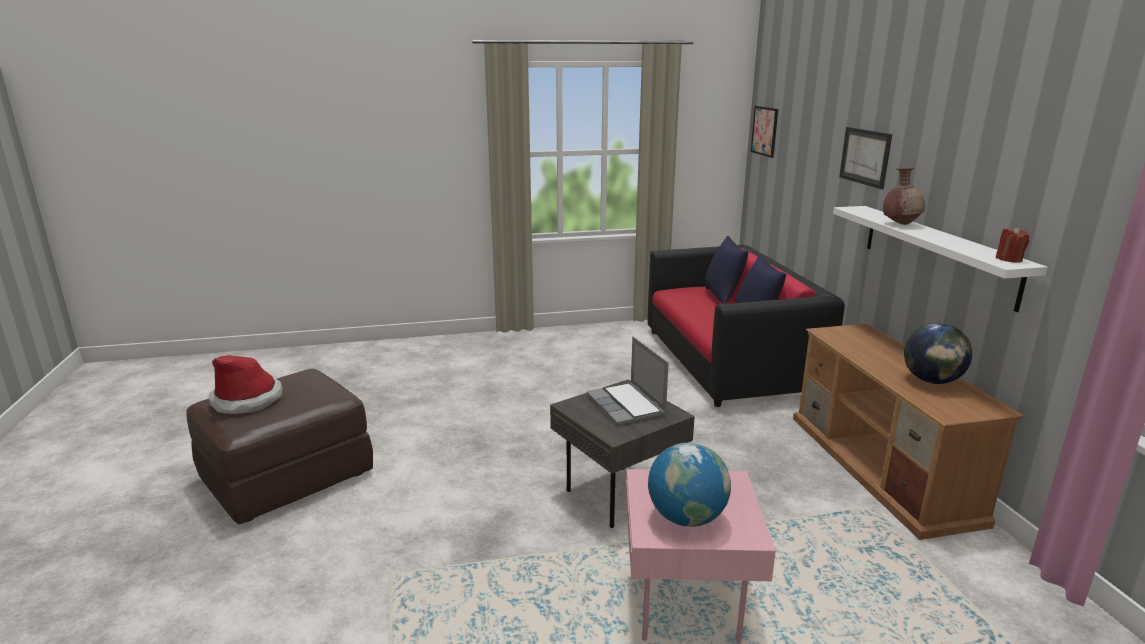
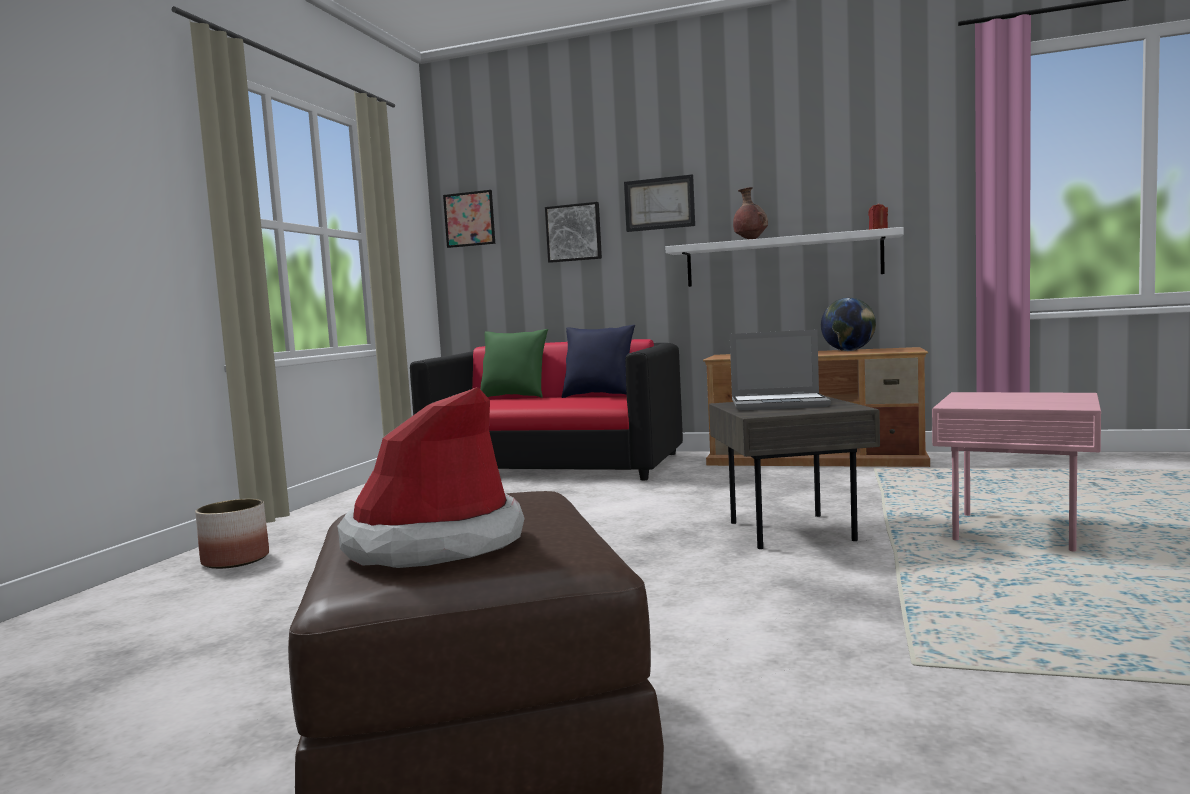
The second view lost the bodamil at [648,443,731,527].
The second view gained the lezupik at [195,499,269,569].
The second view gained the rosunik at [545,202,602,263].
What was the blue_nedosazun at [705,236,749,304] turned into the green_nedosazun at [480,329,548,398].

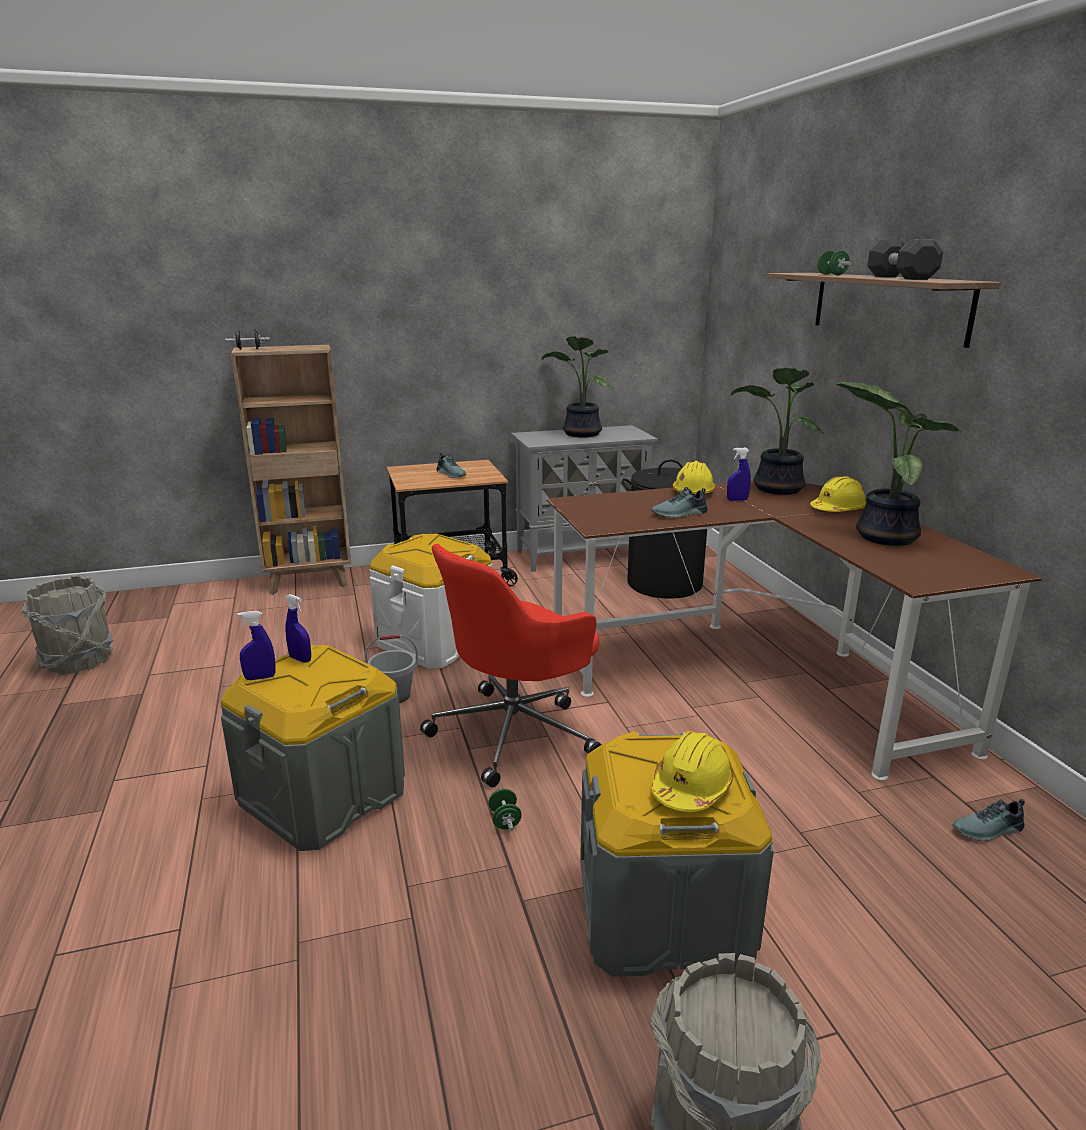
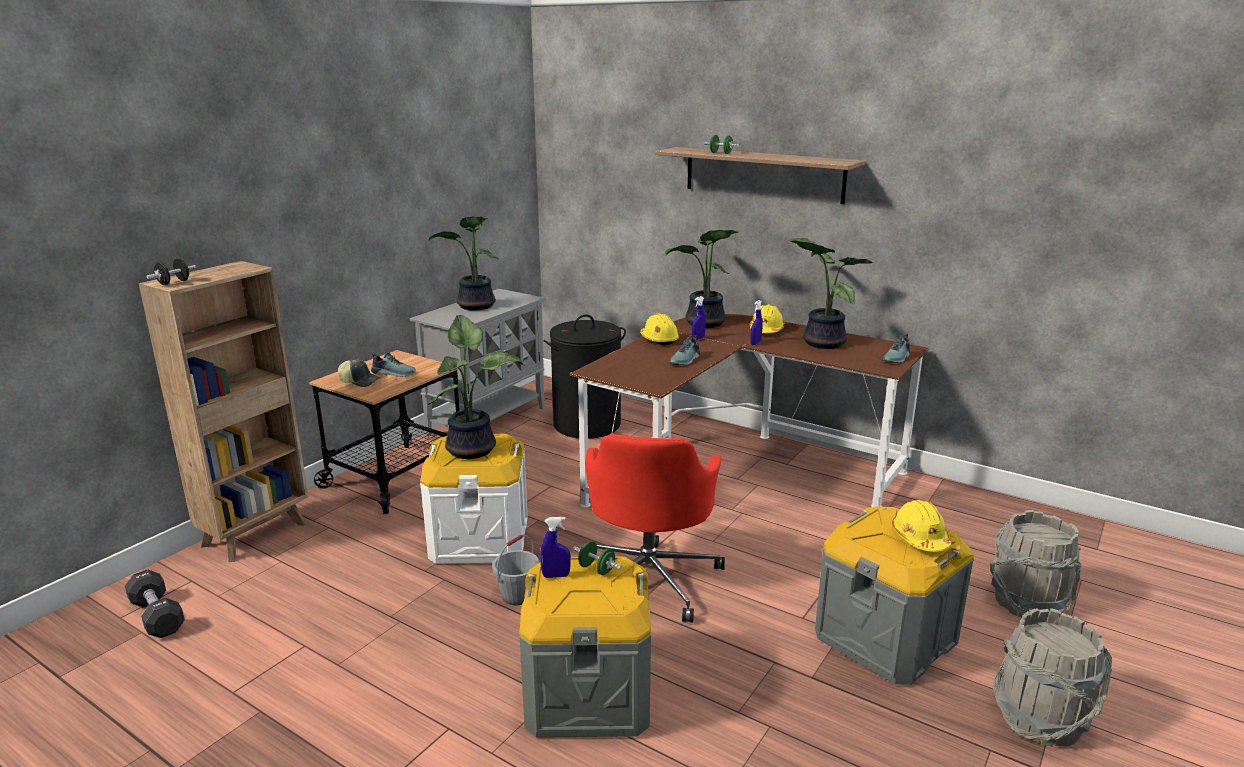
The second view gained the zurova at [338,360,381,387].
The second view gained the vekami at [428,315,523,459].
The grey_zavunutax ended up elsewhere, having gone from [21,575,114,675] to [990,510,1081,617].
The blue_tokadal ended up elsewhere, having gone from [237,611,276,680] to [750,300,763,345].
The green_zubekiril ended up elsewhere, having gone from [488,788,522,831] to [573,541,622,575].
The black_zubekiril ended up elsewhere, having gone from [867,239,943,280] to [125,570,185,638].
The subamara ended up elsewhere, having gone from [953,799,1025,841] to [882,334,910,363].

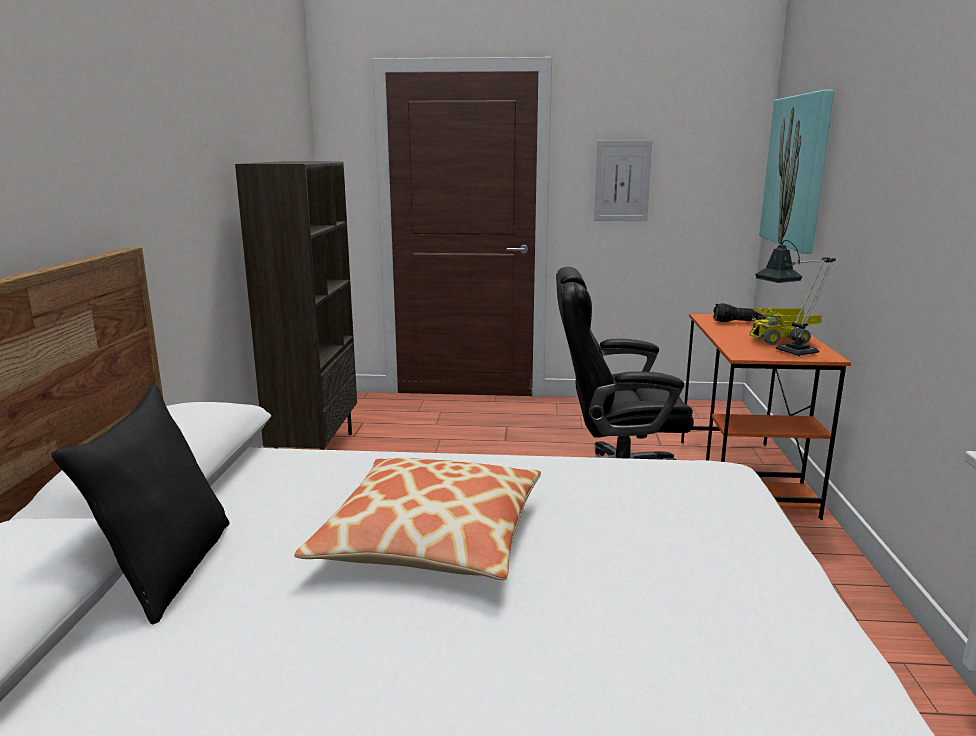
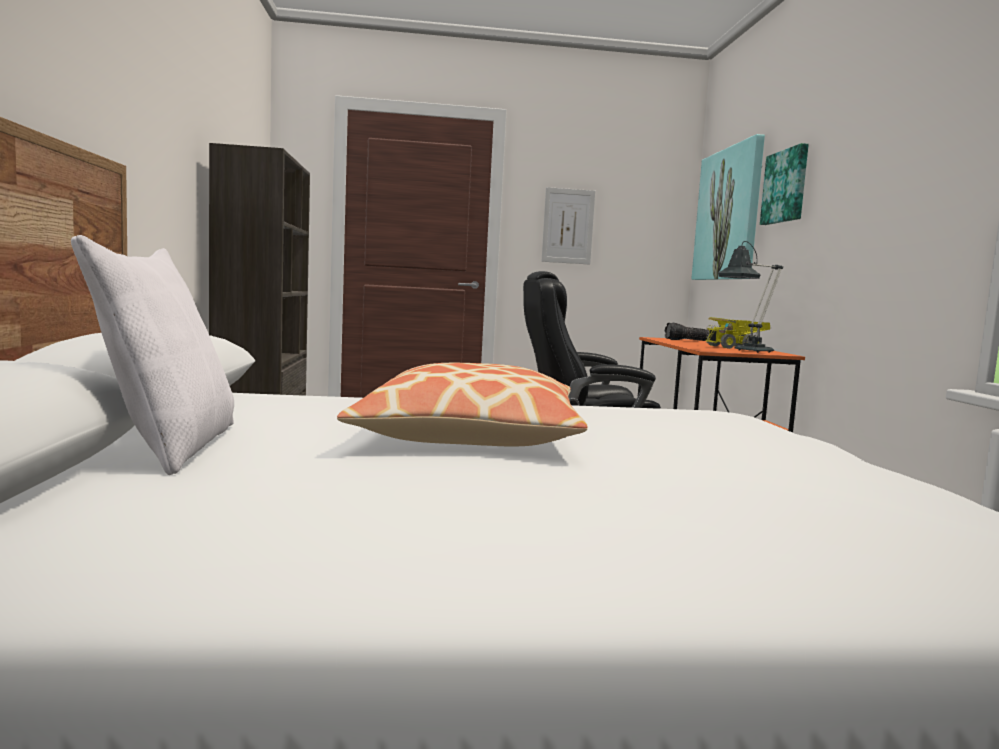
The second view gained the rosunik at [760,143,809,225].
What was the black_nedosazun at [51,385,230,624] turned into the white_nedosazun at [71,235,234,475].

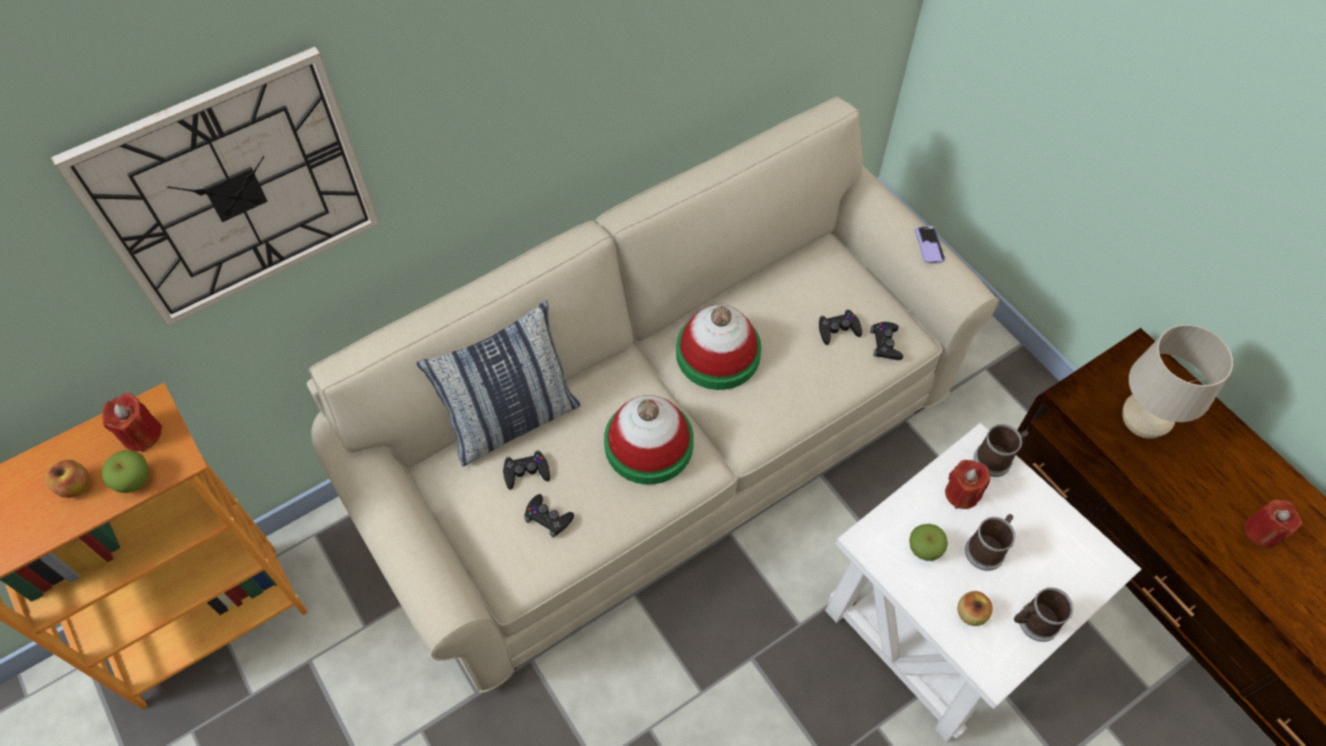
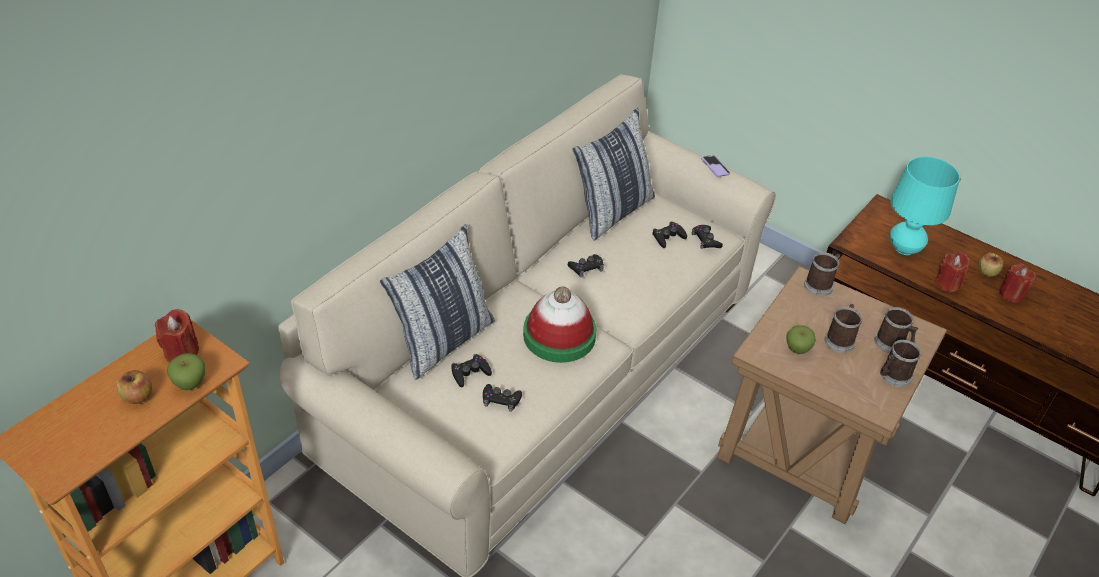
The second view lost the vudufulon at [51,47,379,326].
The second view gained the nedosazun at [573,108,655,241].
The second view gained the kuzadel at [874,307,918,353].
The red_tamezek ended up elsewhere, having gone from [945,460,990,509] to [935,253,970,293].
The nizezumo ended up elsewhere, having gone from [957,591,993,626] to [978,253,1003,277].
Where the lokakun stood at [676,305,762,390], the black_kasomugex came to stand at [568,254,604,278].
What was the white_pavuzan at [825,423,1141,743] turned into the brown_pavuzan at [717,266,947,524].
What was the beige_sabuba at [1122,324,1233,439] turned into the turquoise_sabuba at [890,157,960,255].

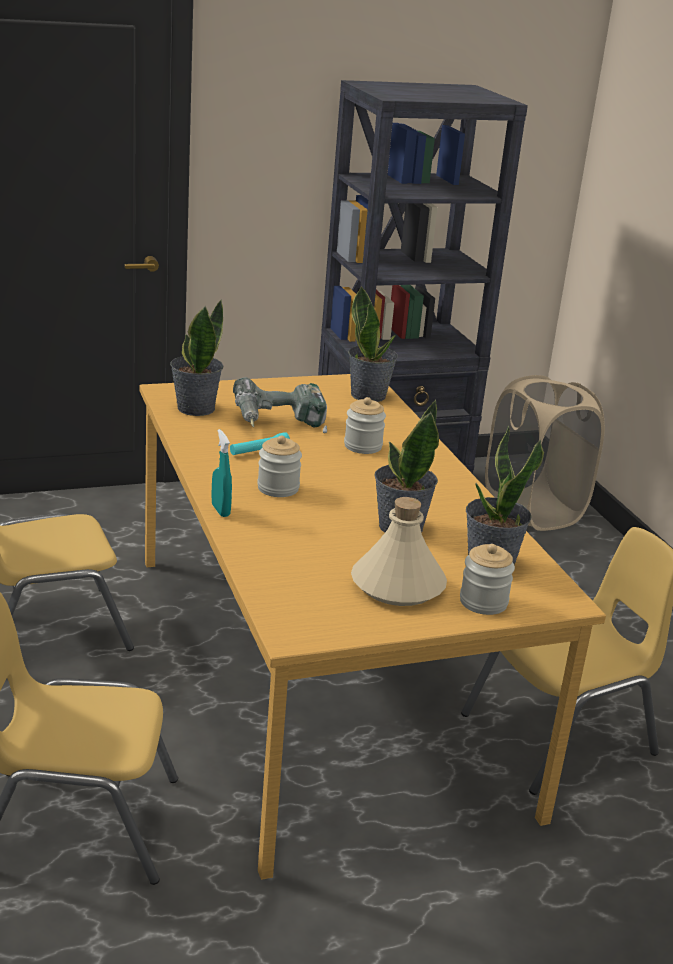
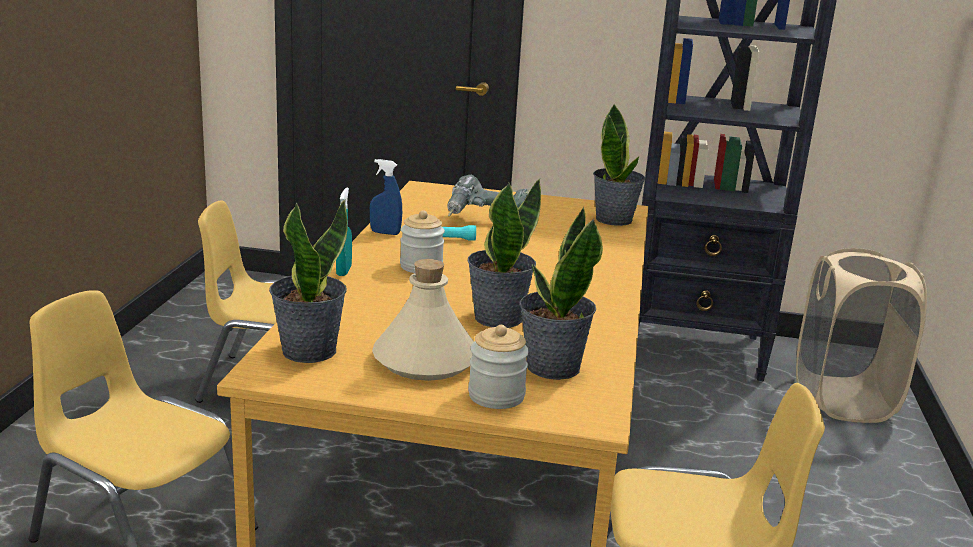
The second view lost the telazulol at [344,397,386,454].
The second view gained the blue_tokadal at [370,159,402,235].
The vekami ended up elsewhere, having gone from [170,299,223,416] to [269,199,348,363].

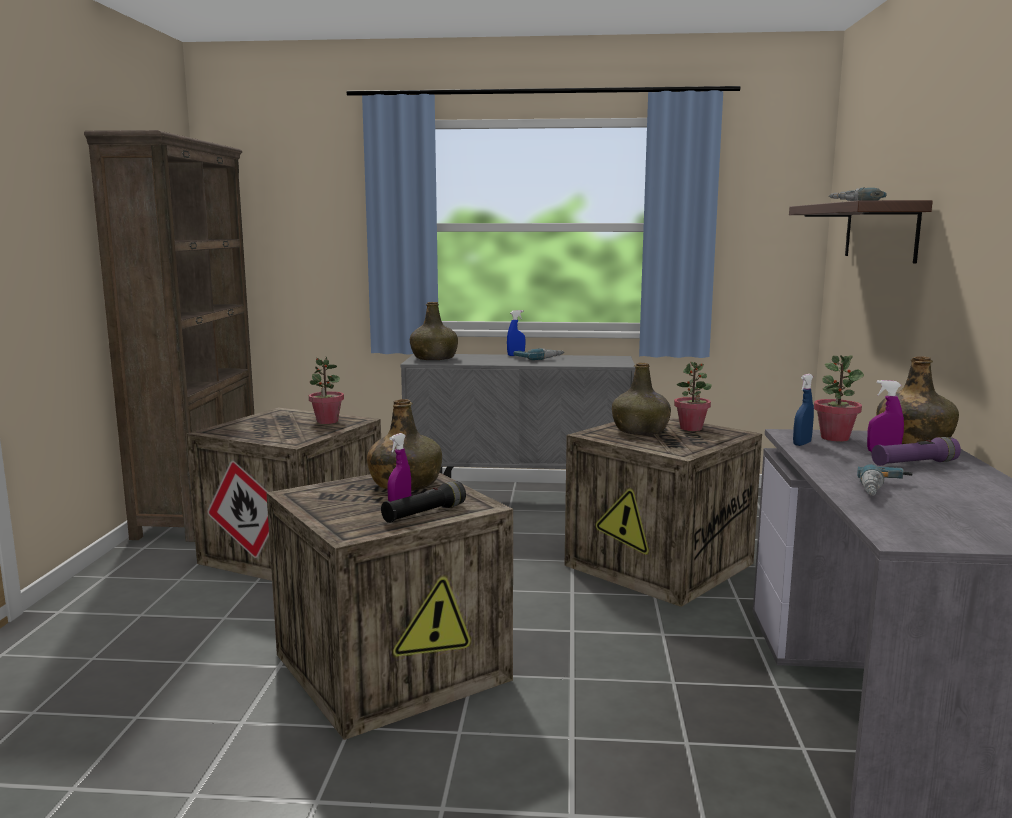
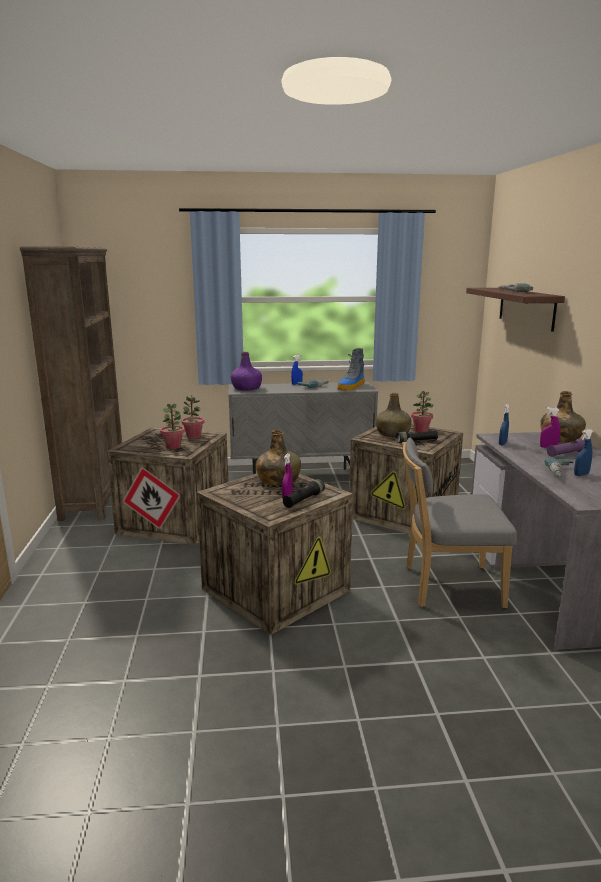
The second view gained the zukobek at [337,348,364,391].
The second view gained the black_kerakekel at [396,430,438,443].
The second view gained the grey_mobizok at [402,438,517,608].
The second view gained the blue_tokadal at [574,429,593,476].
The vekami ended up elsewhere, having gone from [814,355,864,442] to [160,404,185,449].
What was the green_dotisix at [410,302,458,360] turned into the purple_dotisix at [230,352,262,391].

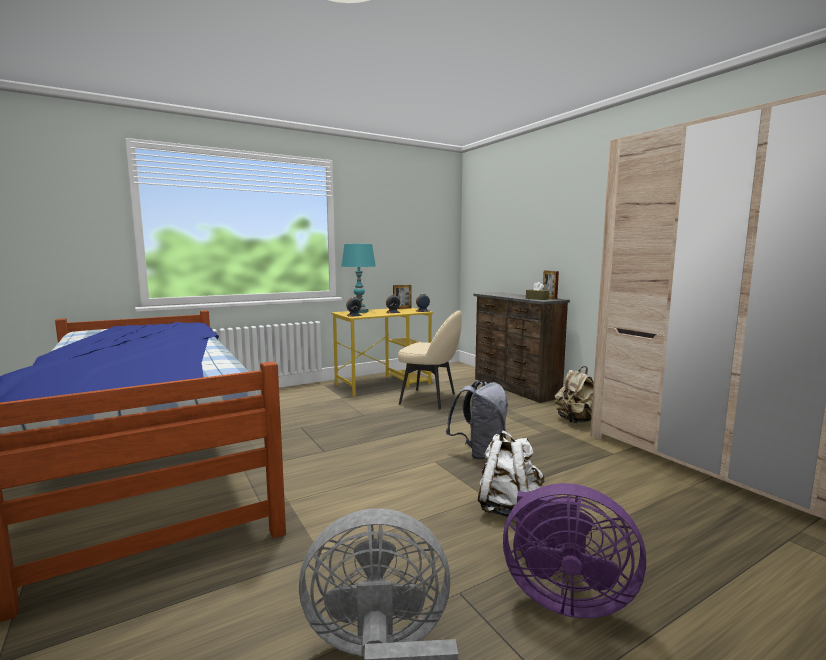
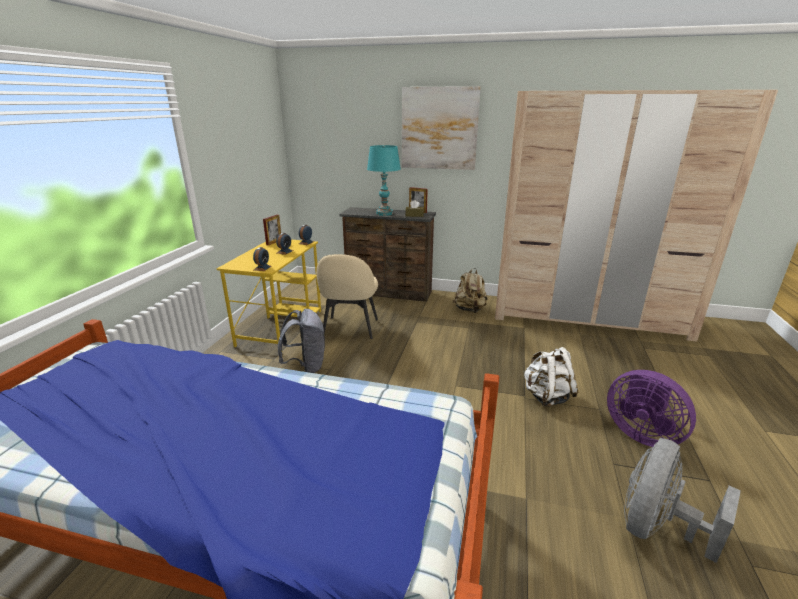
The second view gained the rosunik at [402,86,481,170].
The turquoise_sabuba ended up elsewhere, having gone from [341,243,376,313] to [367,145,401,216].
The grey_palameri ended up elsewhere, having gone from [446,380,508,460] to [278,309,325,373].
The beige_mobizok at [398,310,462,410] ended up facing another way, 120 degrees clockwise from before.
The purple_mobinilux at [503,483,646,618] ended up facing another way, 75 degrees clockwise from before.

